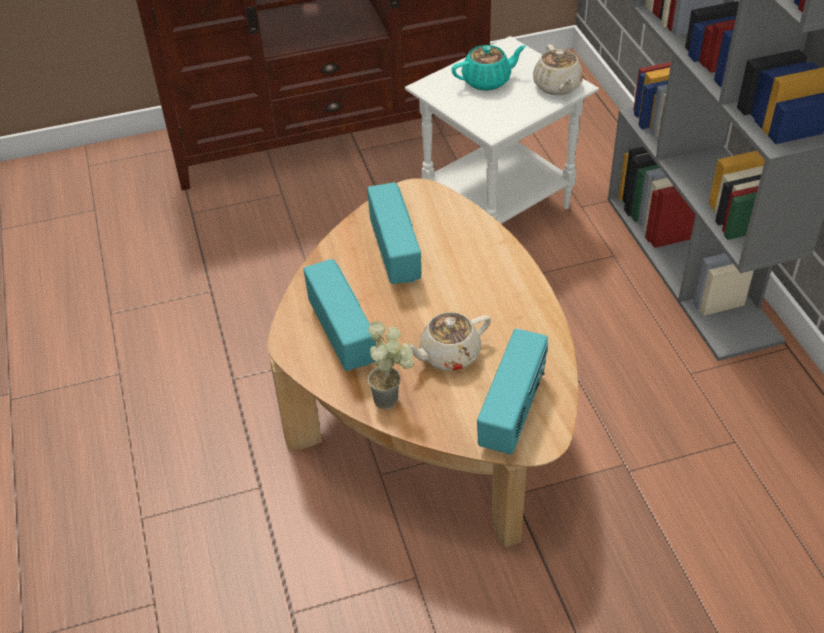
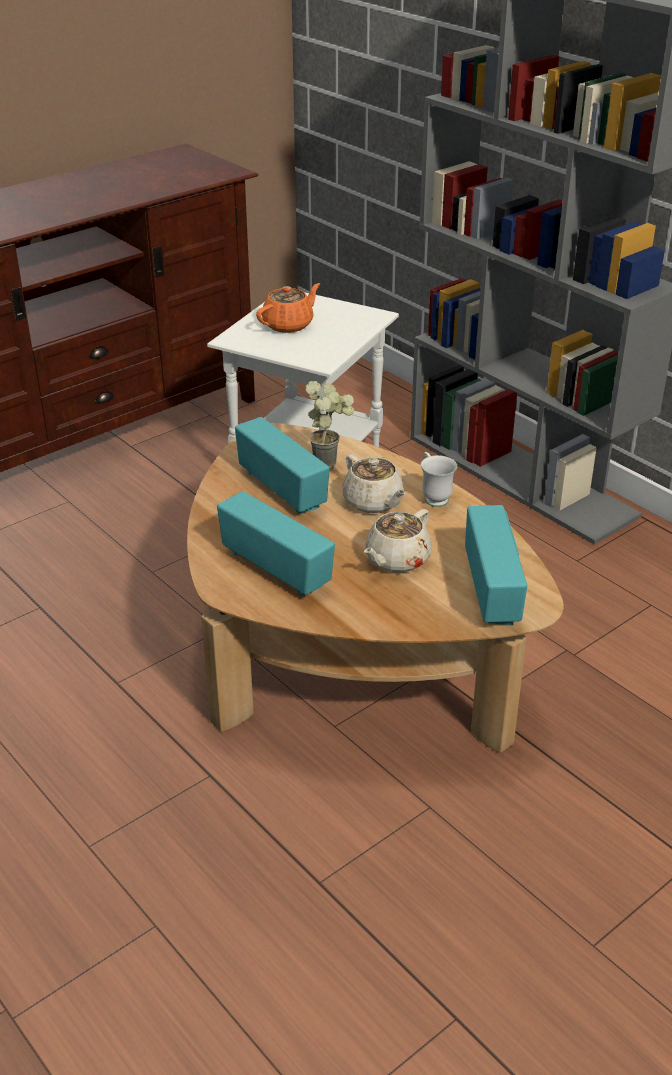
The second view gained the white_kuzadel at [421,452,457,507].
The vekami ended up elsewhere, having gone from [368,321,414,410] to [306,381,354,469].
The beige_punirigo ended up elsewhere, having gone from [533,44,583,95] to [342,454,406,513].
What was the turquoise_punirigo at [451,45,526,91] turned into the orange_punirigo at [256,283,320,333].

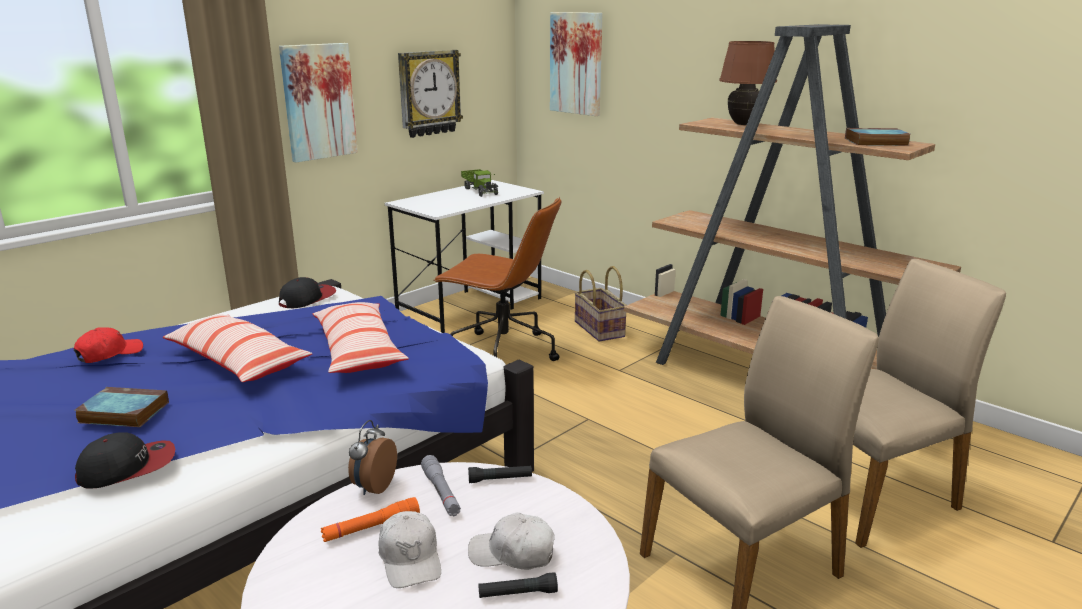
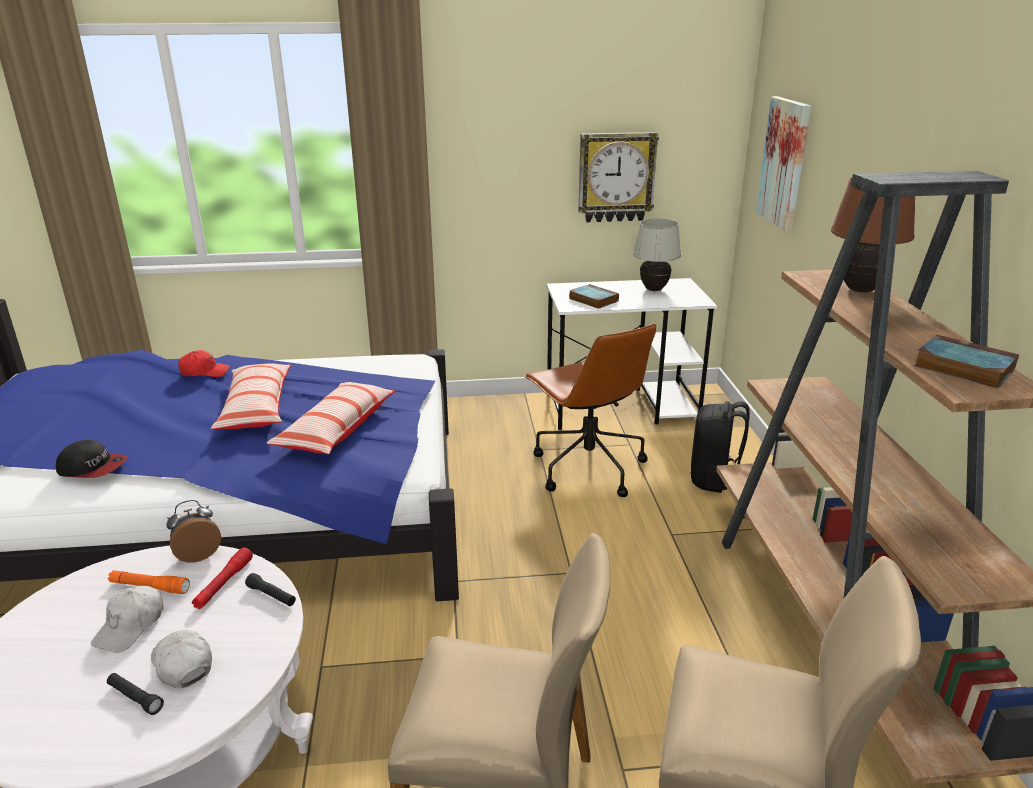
The second view lost the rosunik at [279,43,358,162].
The second view lost the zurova at [279,277,336,308].
The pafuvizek ended up elsewhere, having gone from [75,387,169,427] to [569,284,619,309].
Where the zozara stood at [461,169,498,197], the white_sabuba came to stand at [633,218,681,291].
Where the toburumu stood at [574,266,627,342], the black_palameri came to stand at [691,401,750,493].
What was the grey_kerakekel at [421,455,461,516] turned into the red_kerakekel at [192,547,253,609].

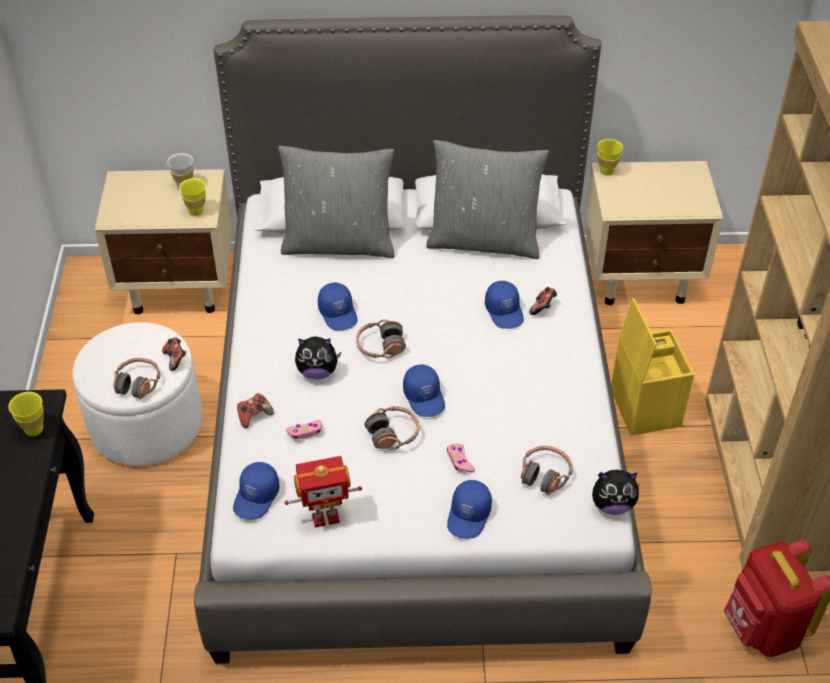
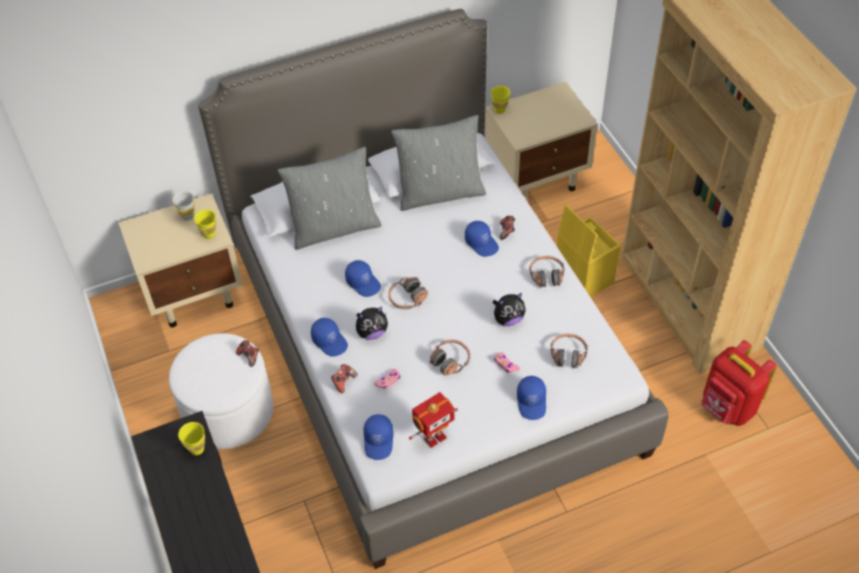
The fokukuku ended up elsewhere, having gone from [113,358,161,399] to [529,256,565,288].
The blue_zurova ended up elsewhere, having gone from [403,364,445,417] to [311,318,348,357].
The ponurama ended up elsewhere, having gone from [592,470,640,515] to [492,293,526,326].

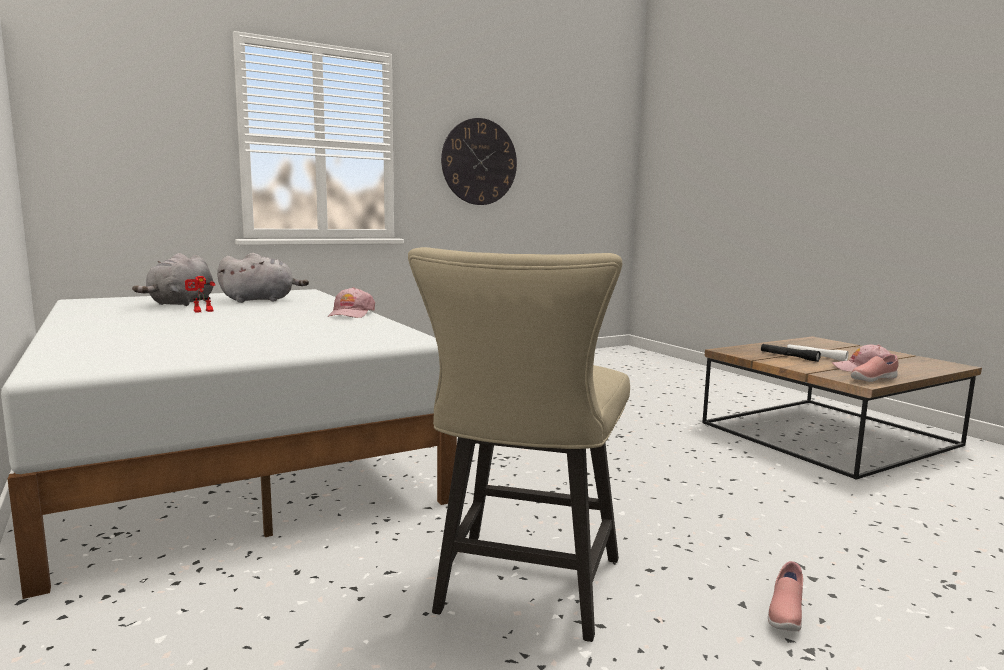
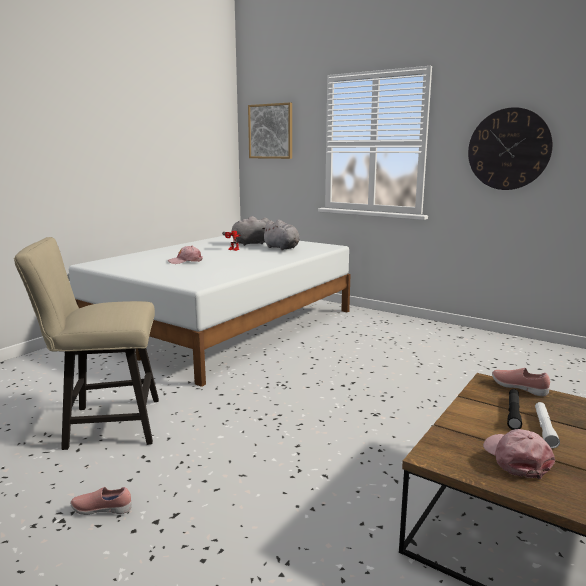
The second view gained the rosunik at [248,102,292,159].
The pink_zurova ended up elsewhere, having gone from [328,287,375,318] to [168,246,203,264].
The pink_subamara ended up elsewhere, having gone from [851,354,899,382] to [492,368,550,396].

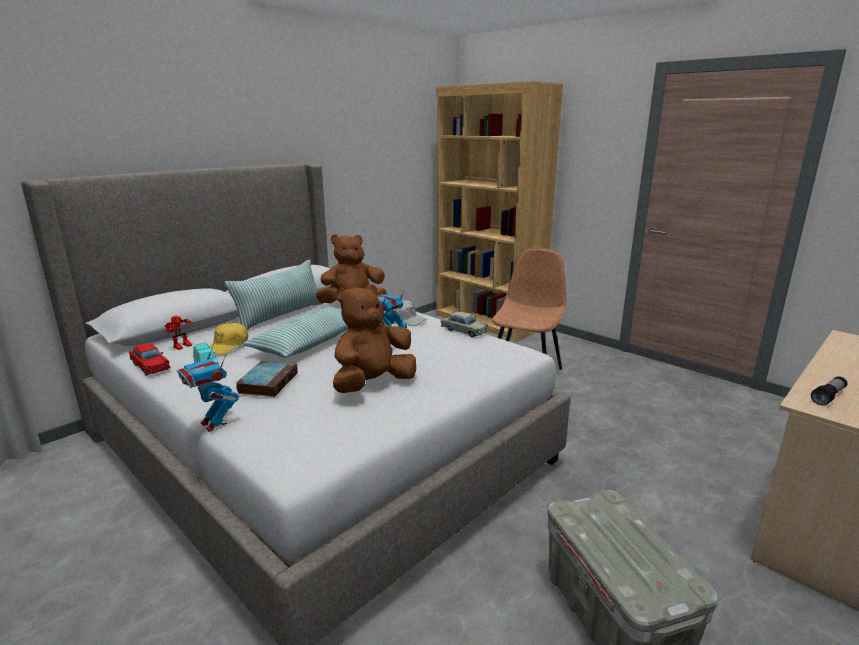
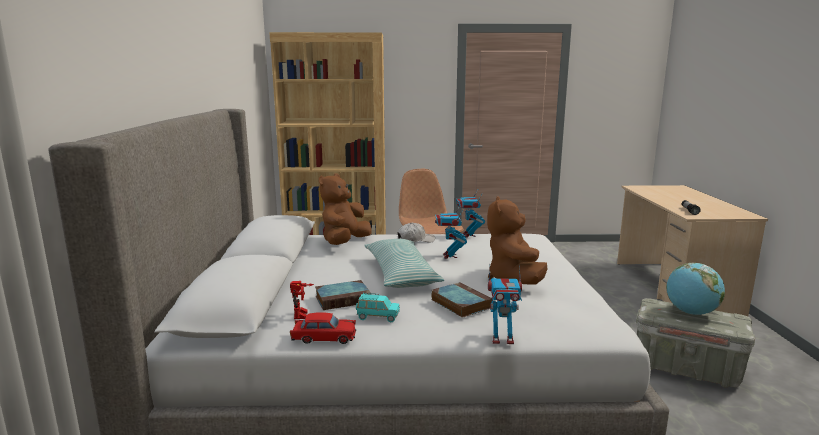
The second view lost the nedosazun at [224,259,323,330].
The second view gained the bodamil at [666,263,725,315].
Where the yellow_zurova stood at [209,322,248,355], the pafuvizek came to stand at [315,280,372,310].
Where the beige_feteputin stood at [441,312,488,337], the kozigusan came to stand at [456,190,485,237].

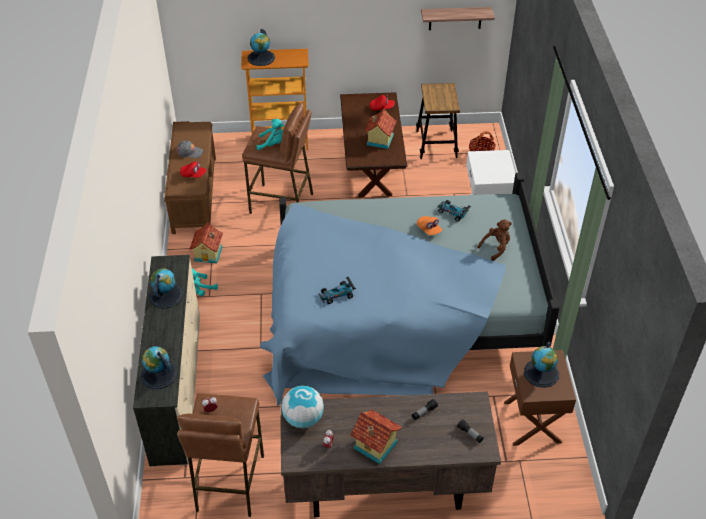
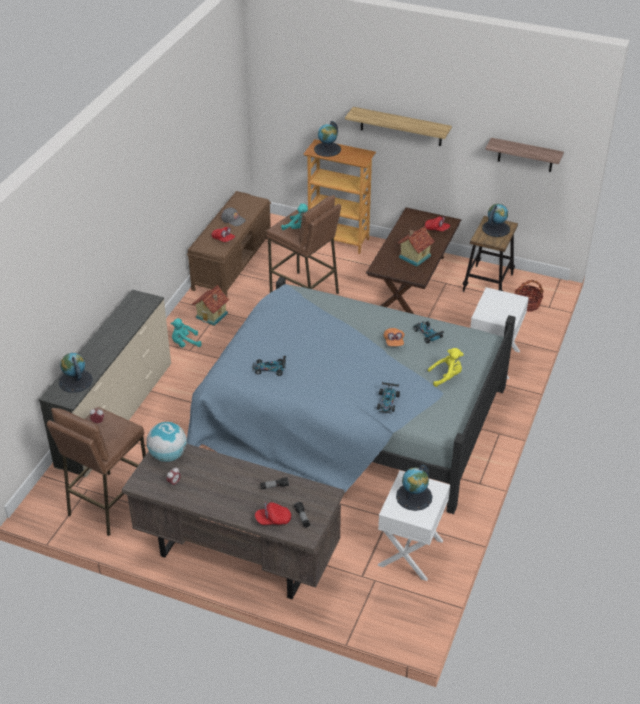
The second view lost the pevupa at [350,410,402,464].
The second view gained the red_zurova at [255,502,291,525].
The second view gained the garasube at [345,107,452,146].
The second view gained the feteputin at [377,382,400,413].
The bodamil ended up elsewhere, having gone from [149,268,183,309] to [482,204,510,237].
What was the brown_ponurama at [477,219,512,261] turned into the yellow_ponurama at [428,348,464,387].
What was the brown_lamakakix at [504,350,576,446] turned into the white_lamakakix at [378,470,450,581].

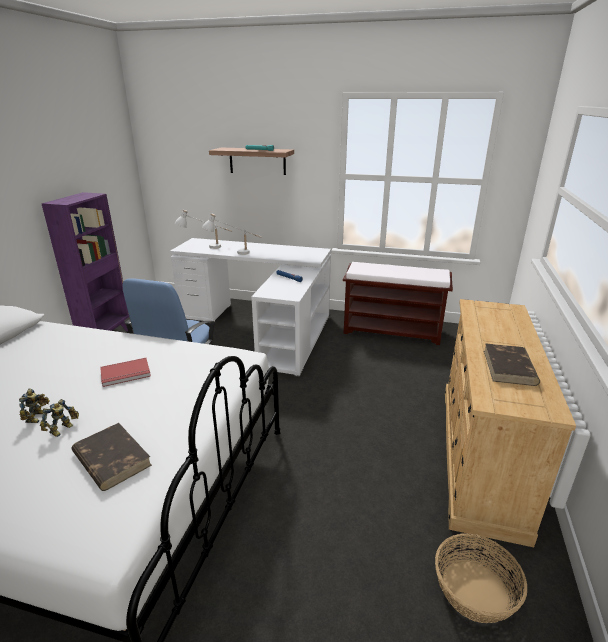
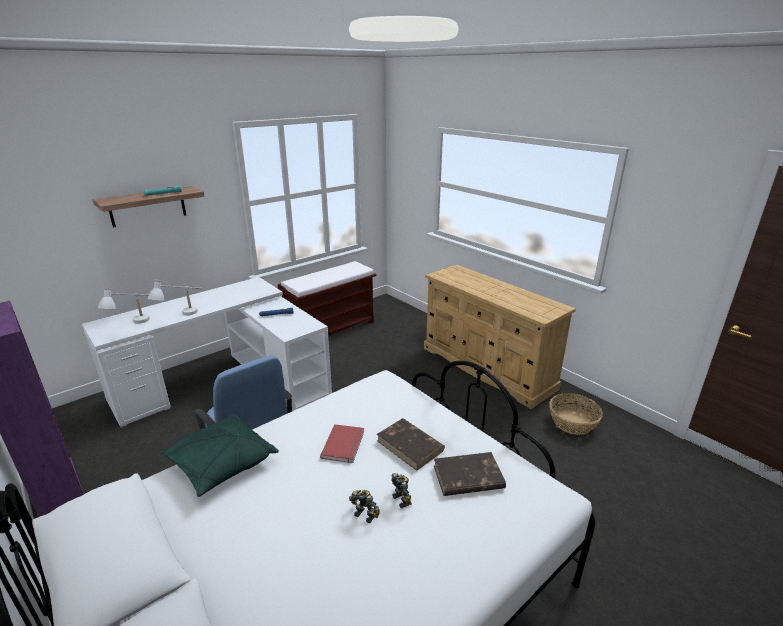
The second view gained the green_nedosazun at [161,414,279,497].
The brown_pafuvizek ended up elsewhere, having gone from [484,343,540,386] to [377,418,445,471].

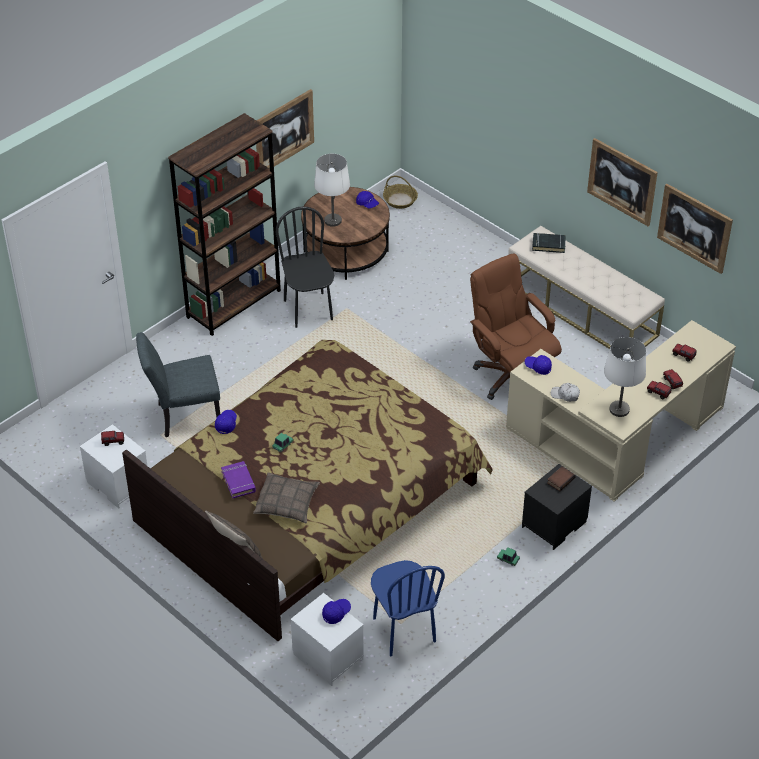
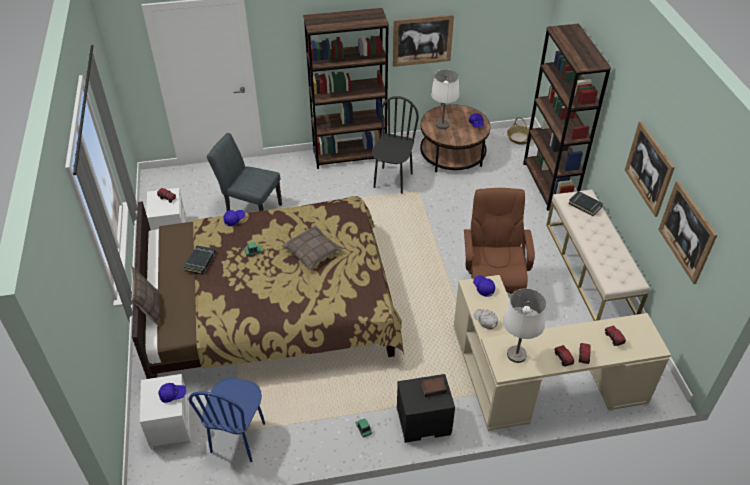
The second view gained the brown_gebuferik at [523,24,611,211].
The nedosazun ended up elsewhere, having gone from [253,472,320,523] to [282,225,343,270].
What was the purple_pafuvizek at [221,461,256,498] turned into the black_pafuvizek at [184,246,215,275].

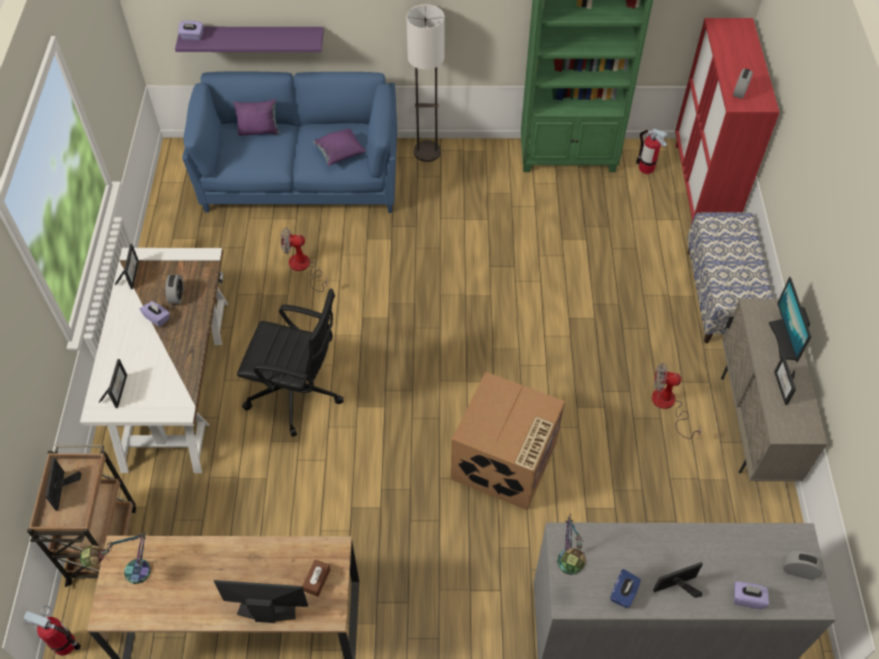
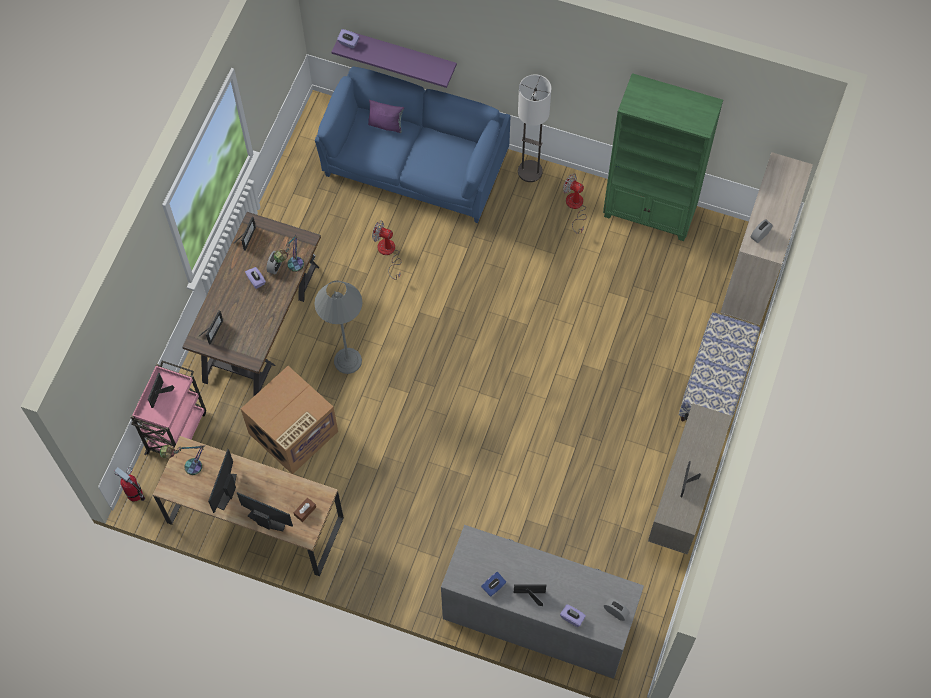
The second view lost the purple_nedosazun at [313,129,366,166].
The second view lost the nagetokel at [636,129,668,174].
The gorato ended up elsewhere, having gone from [451,371,565,510] to [241,366,338,474].
The sabuba ended up elsewhere, having gone from [557,514,586,575] to [274,234,304,272].
The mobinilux ended up elsewhere, having gone from [652,362,701,439] to [563,173,587,234].
The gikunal ended up elsewhere, having gone from [769,277,811,362] to [208,449,237,513].
Where the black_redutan stood at [237,288,343,437], the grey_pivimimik came to stand at [314,280,362,374].
What was the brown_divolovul at [27,445,136,587] turned into the pink_divolovul at [131,361,206,455].
What was the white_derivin at [80,248,228,473] turned into the brown_derivin at [182,212,321,396].
What was the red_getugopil at [675,18,779,224] turned into the beige_getugopil at [720,152,813,325].

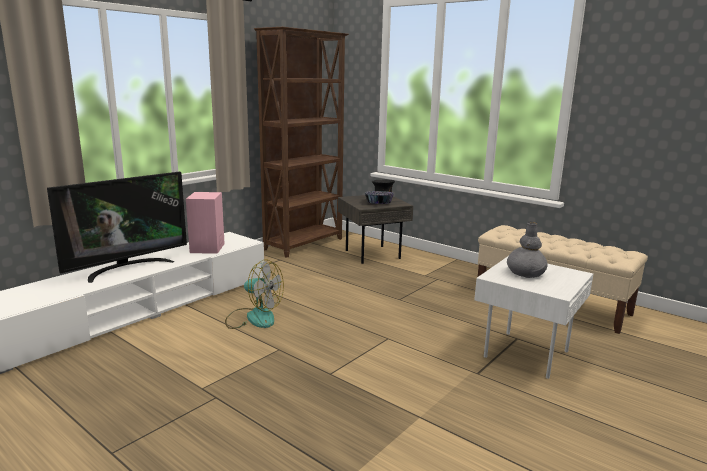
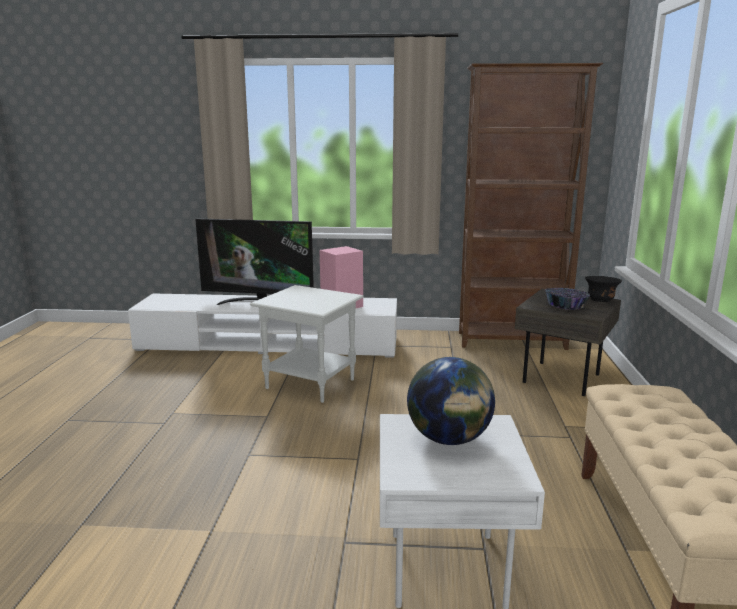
Where the mobinilux stood at [225,260,284,329], the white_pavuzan came to stand at [250,285,364,403].
Where the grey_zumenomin stood at [507,222,548,278], the bodamil came to stand at [407,357,495,445].

